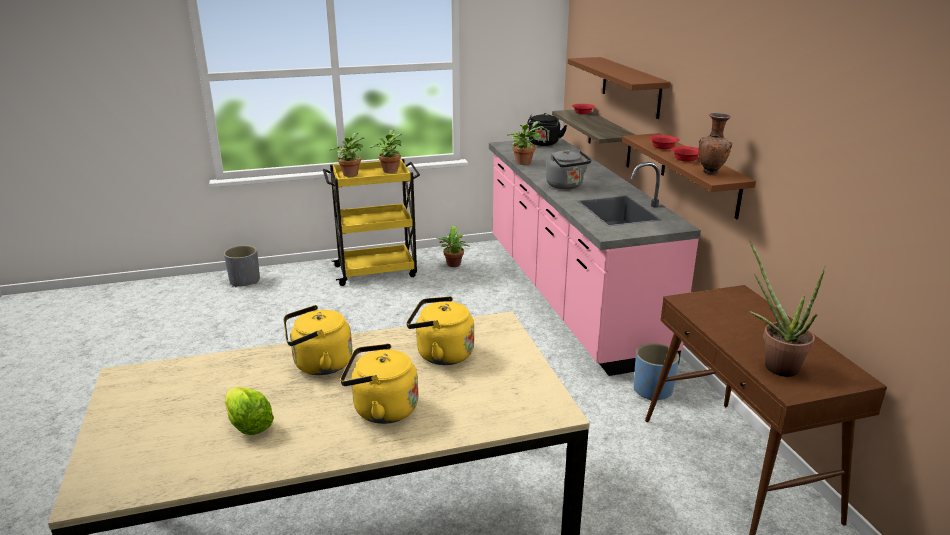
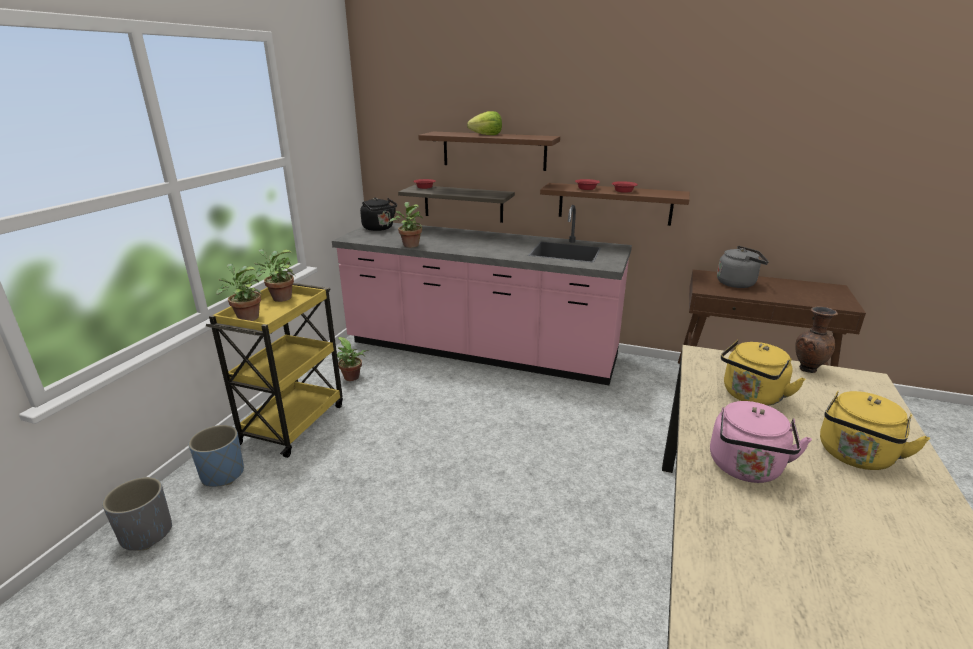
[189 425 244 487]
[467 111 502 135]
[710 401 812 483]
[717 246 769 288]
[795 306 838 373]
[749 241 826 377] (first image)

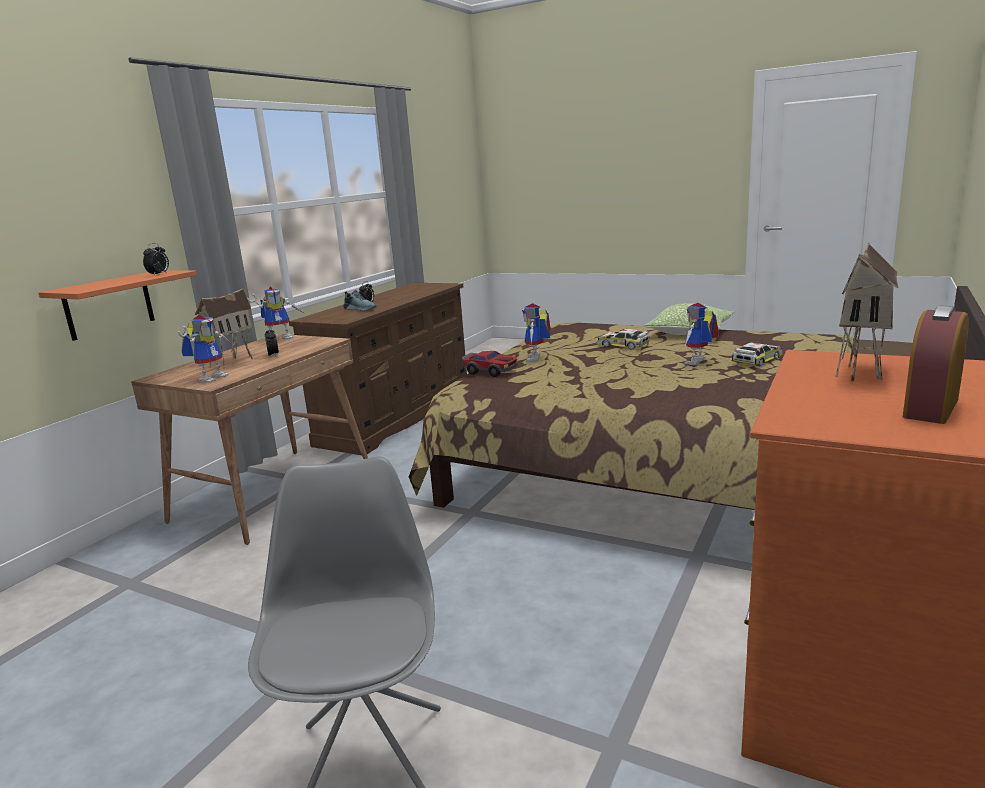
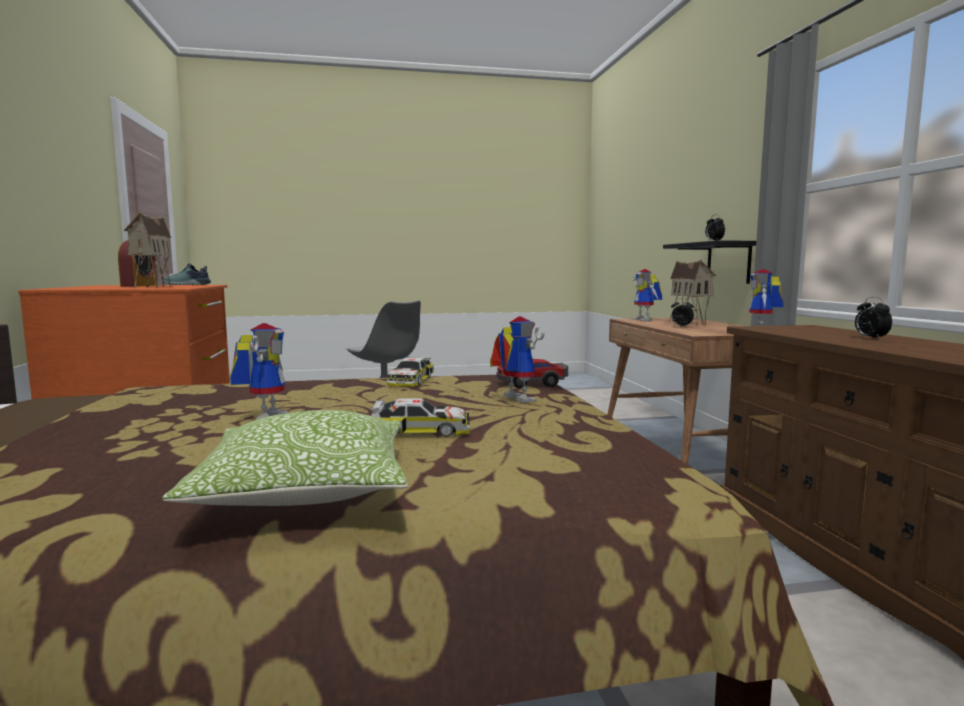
[163 263 211 285]
[387 357 434 387]
[663 240 756 284]

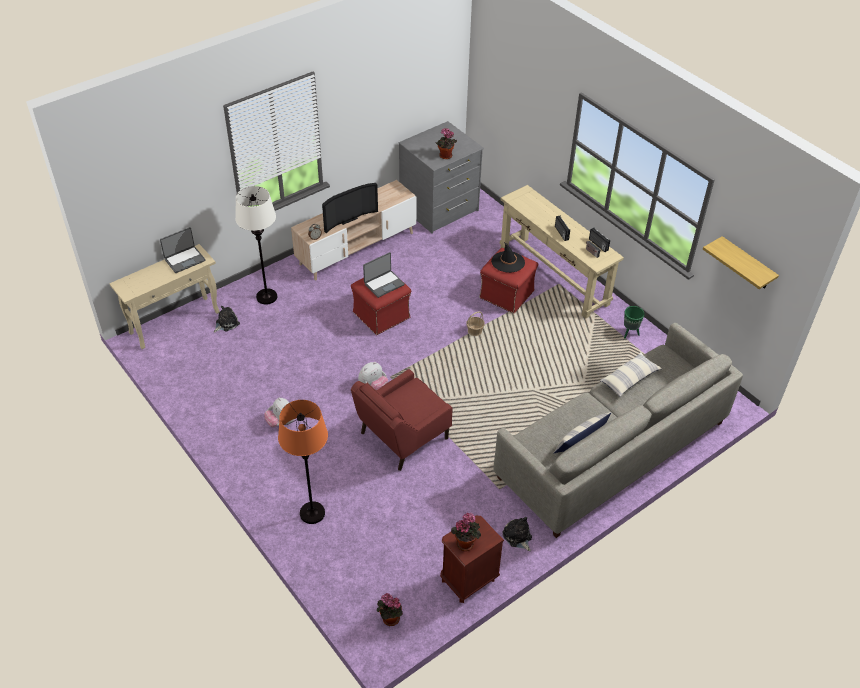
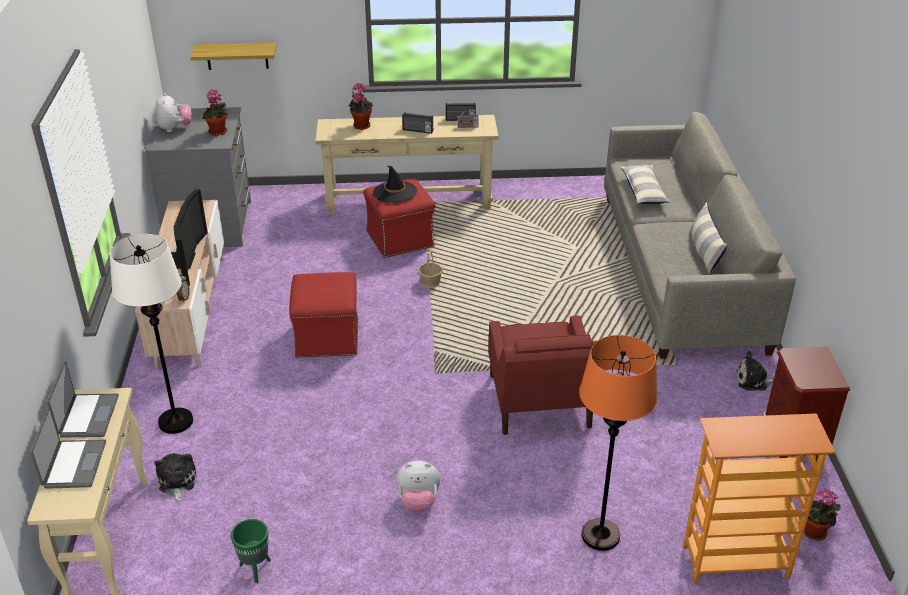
[30 407 106 489]
[156 93 192 132]
[190 42 277 70]
[231 519 271 583]
[349 83 373 130]
[683 413 835 584]

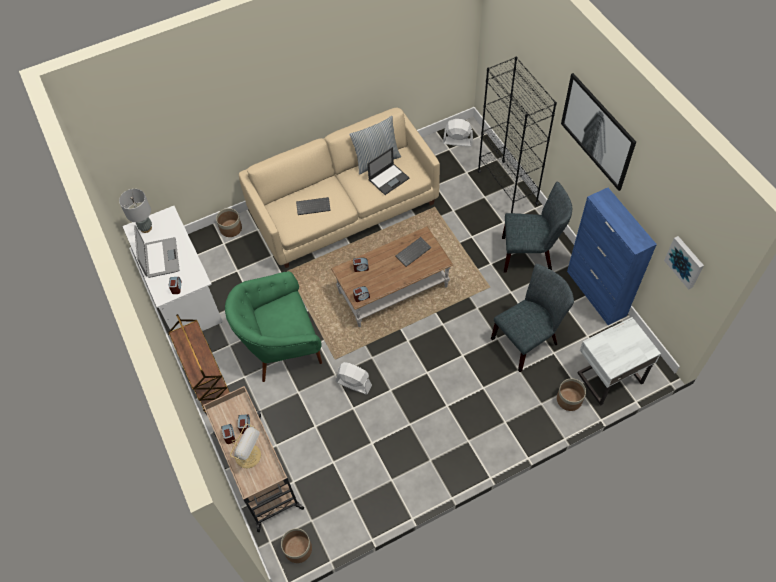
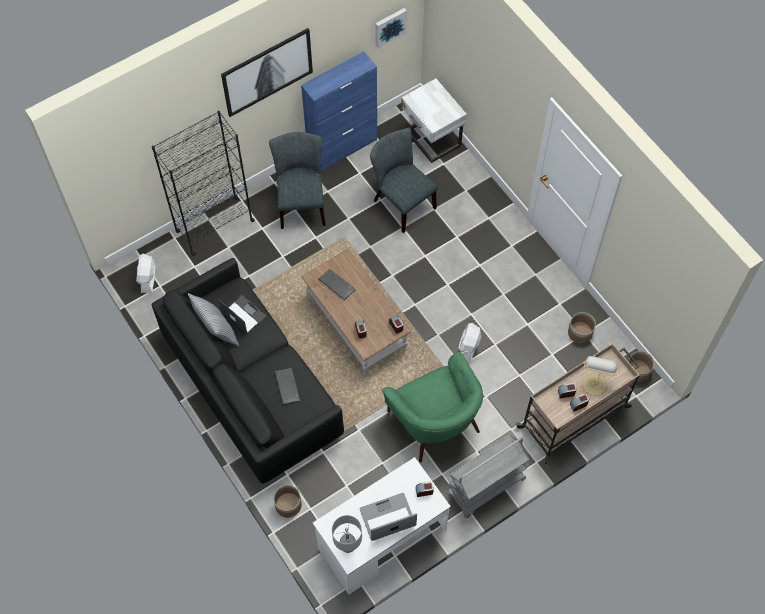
[152 258 344 484]
[447 435 530 519]
[568 312 596 344]

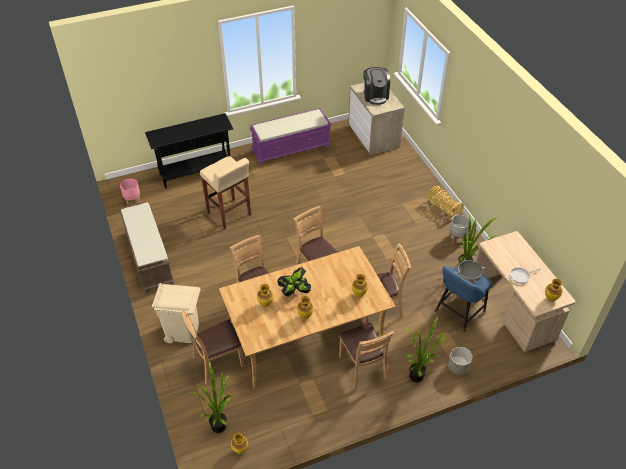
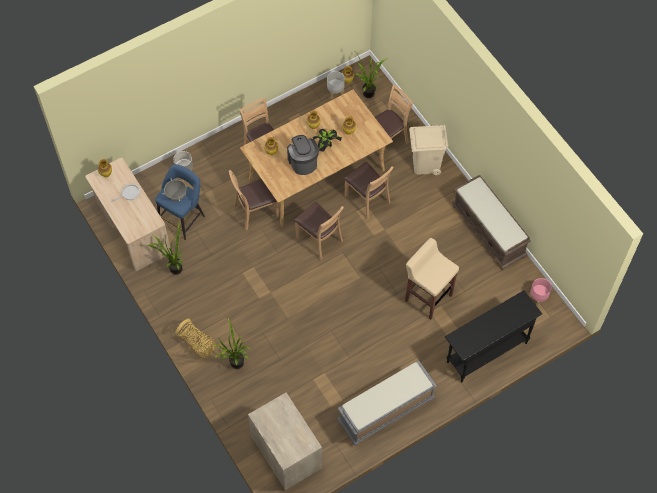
[213 317 251 369]
[287 135 319 175]
[327 71 345 99]
[338 361 437 445]

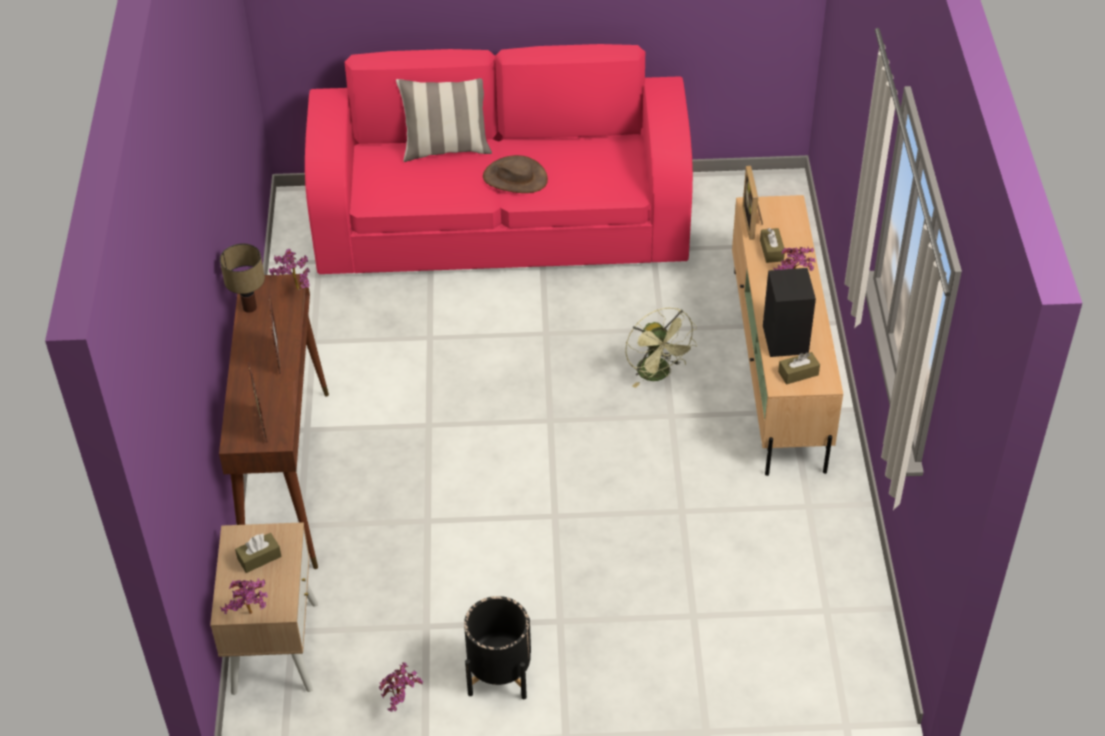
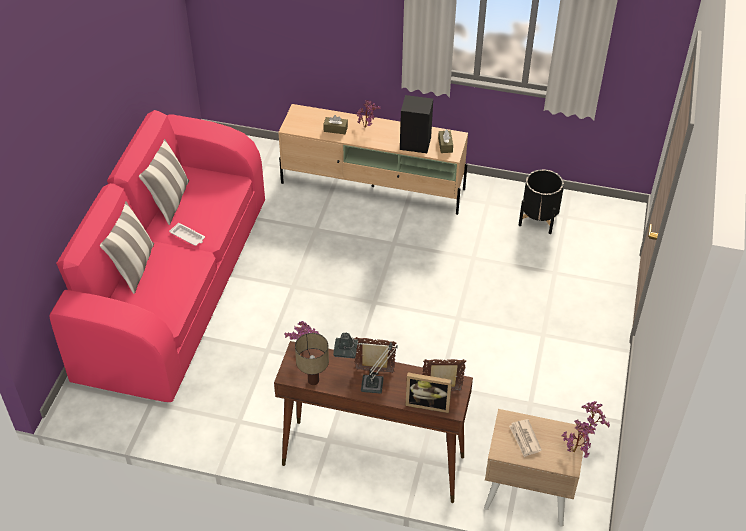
[139 139 189 225]
[169 223 205 246]
[333 333 398 394]
[406 372 452 413]
[509 419 542 457]
[519 169 564 234]
[625 308 697 388] (first image)

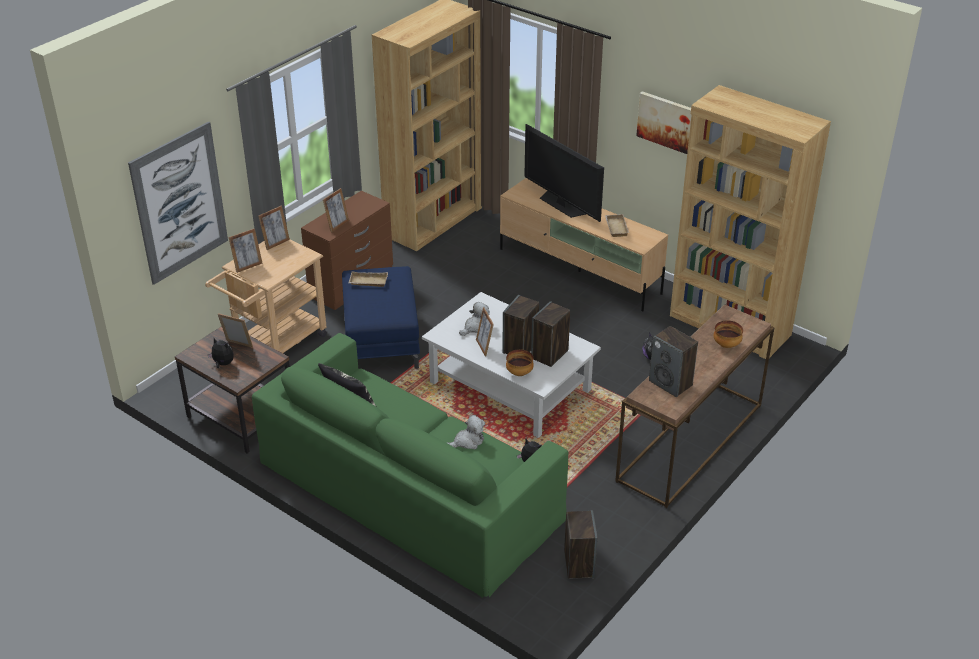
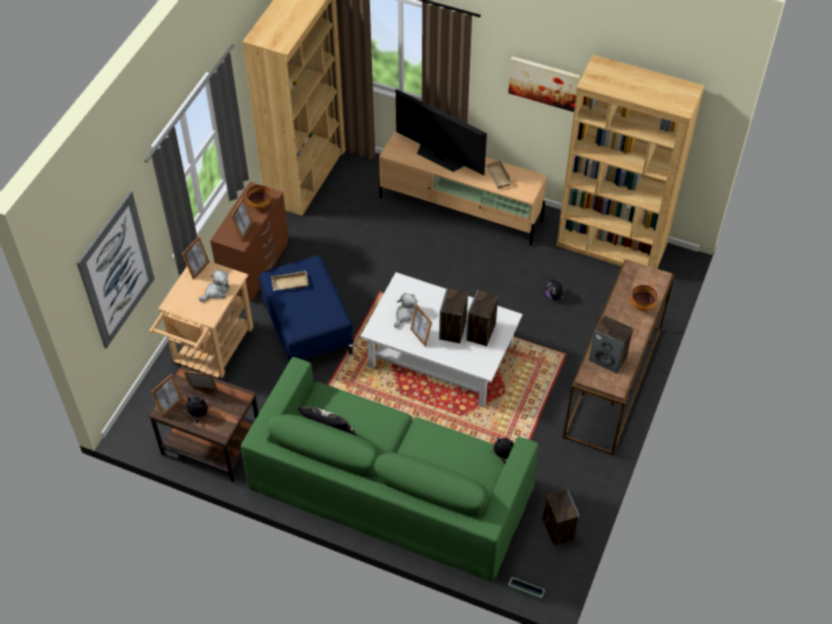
[151 374 183 417]
[199 269 230 302]
[247 185 271 209]
[509 577 545 599]

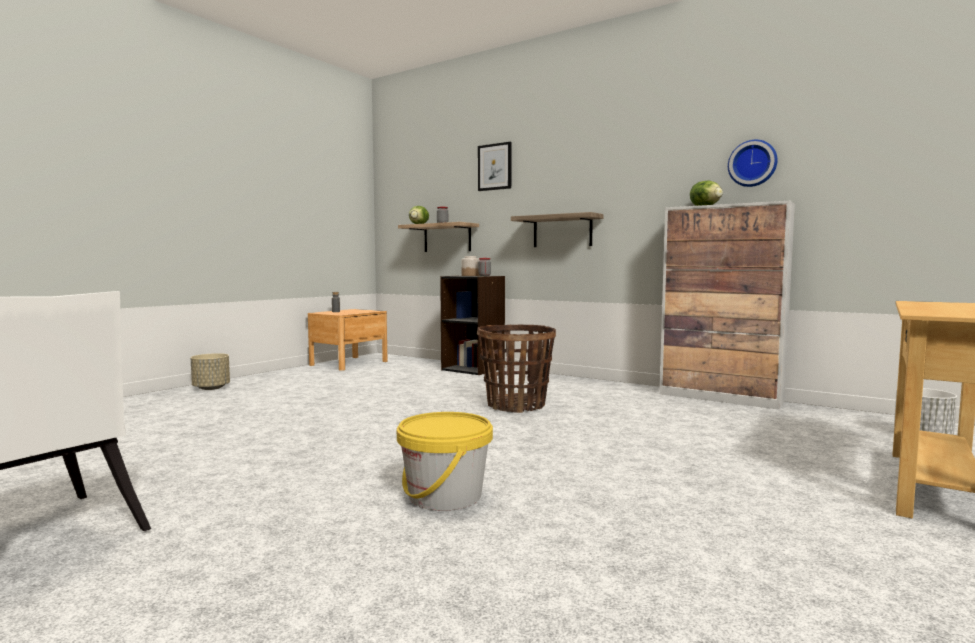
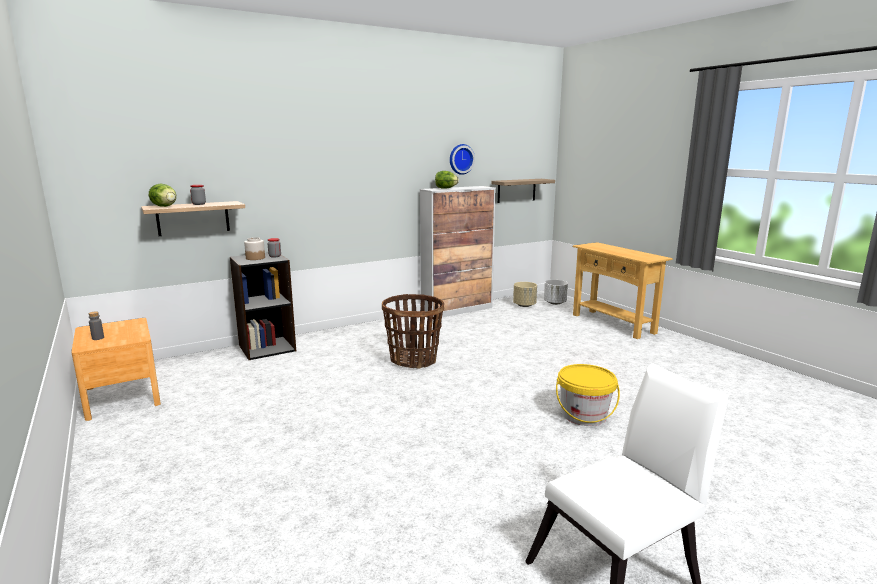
[491 179 555 203]
[513 282 537 307]
[478 142 512 191] (first image)

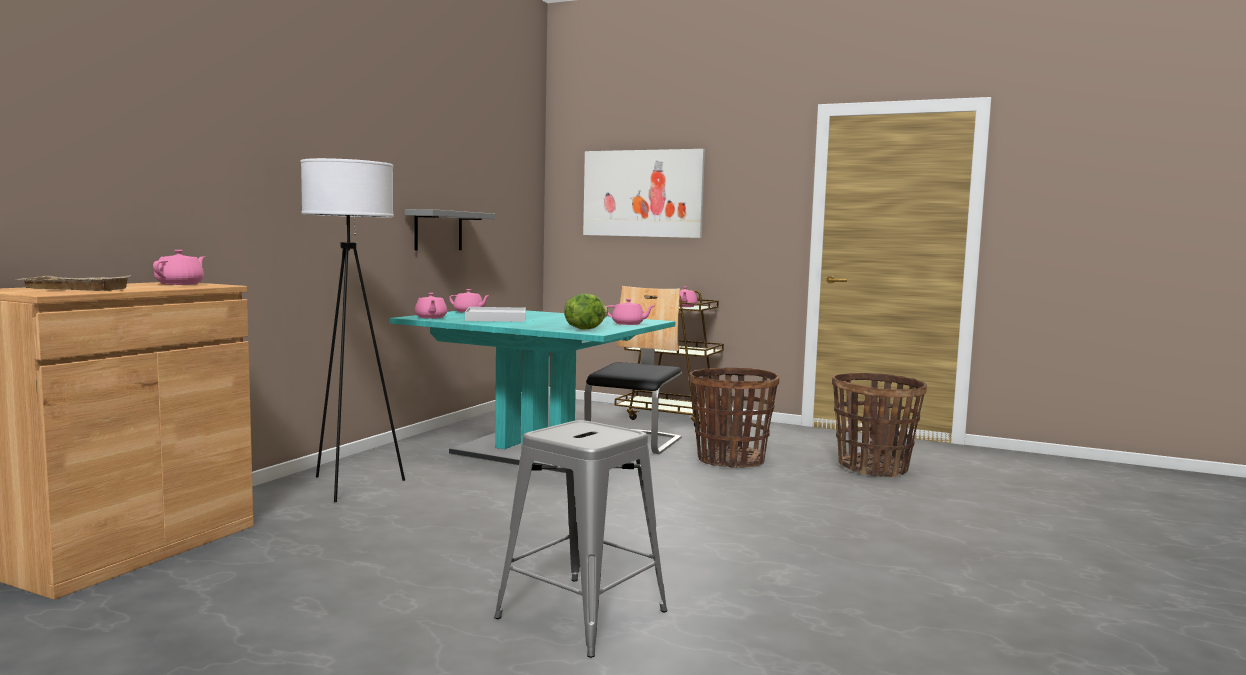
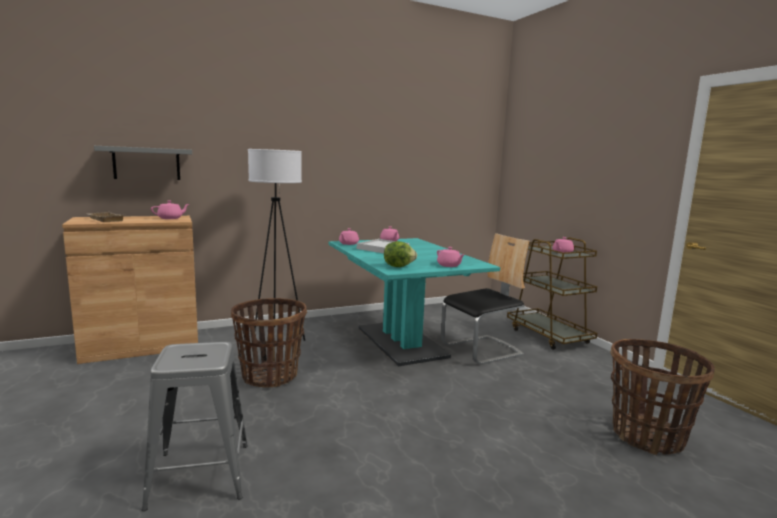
[94 146 192 180]
[231 298 307 388]
[583 149 705 238] (first image)

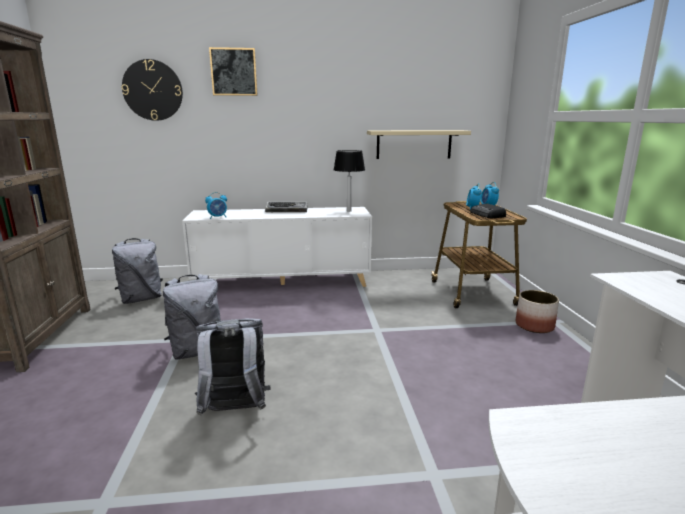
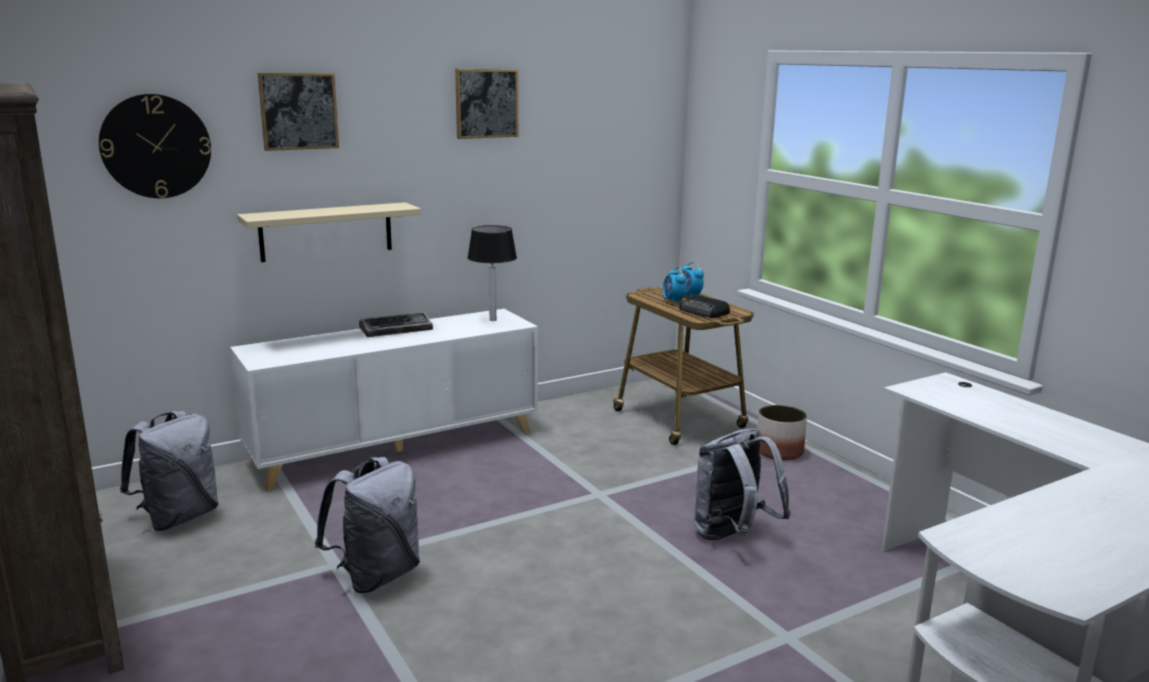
[237 202 421 262]
[455 69 518 139]
[694 429 791 540]
[205 192 227 219] (first image)

